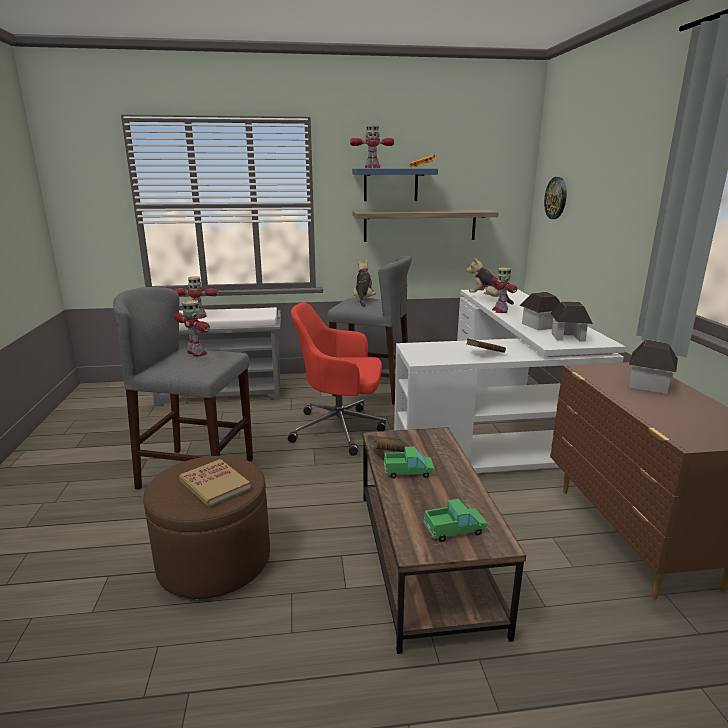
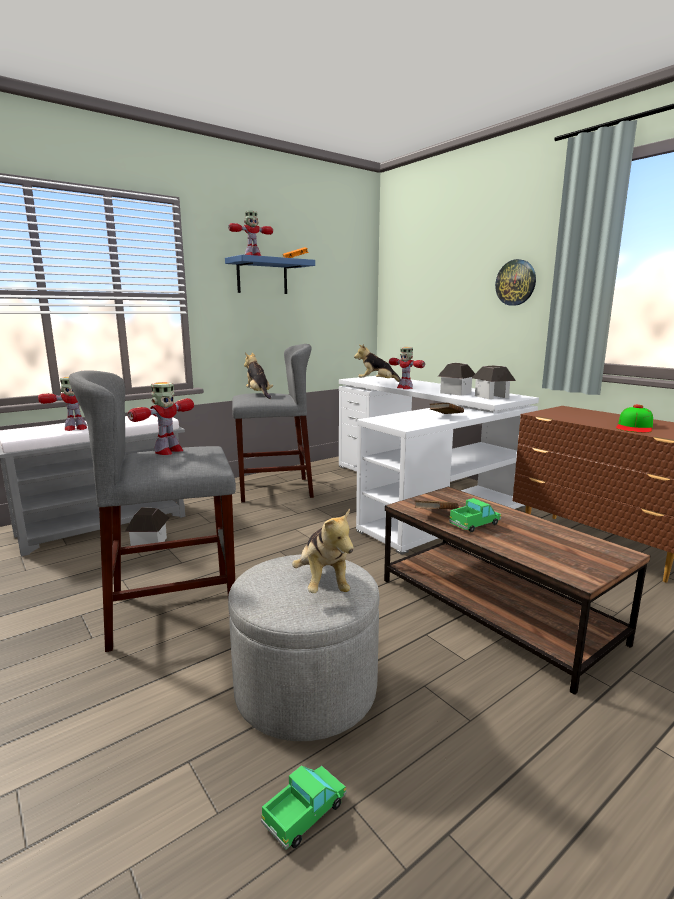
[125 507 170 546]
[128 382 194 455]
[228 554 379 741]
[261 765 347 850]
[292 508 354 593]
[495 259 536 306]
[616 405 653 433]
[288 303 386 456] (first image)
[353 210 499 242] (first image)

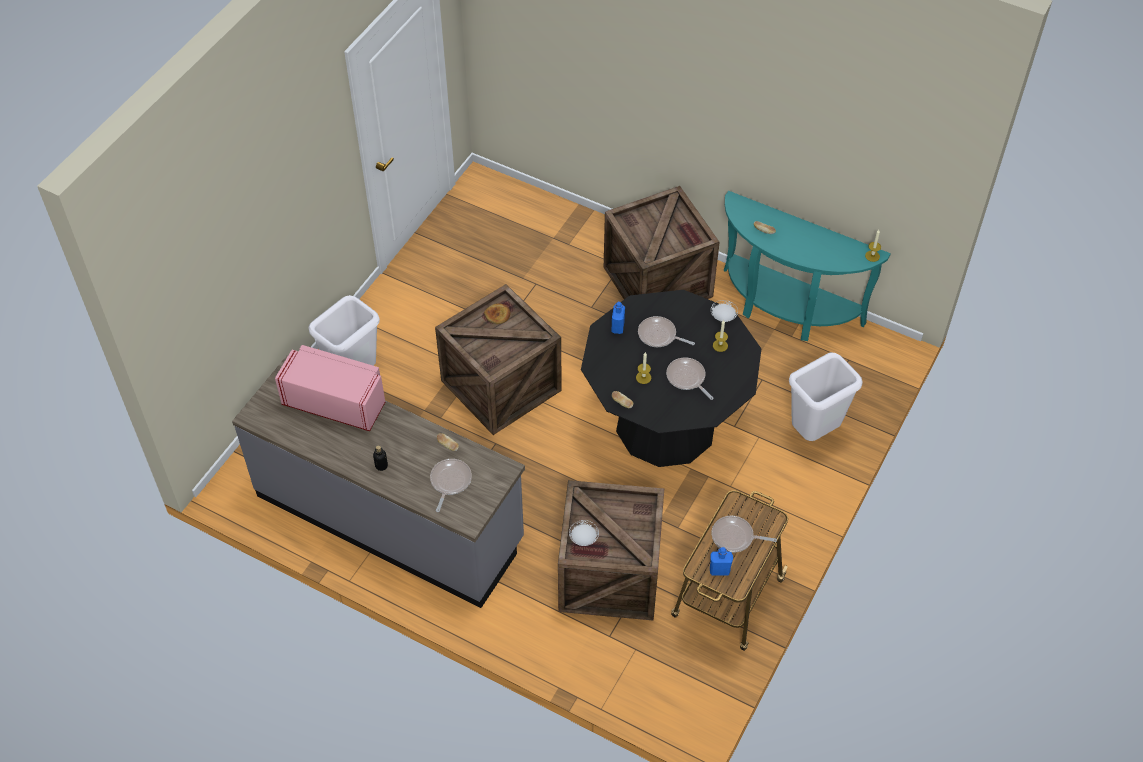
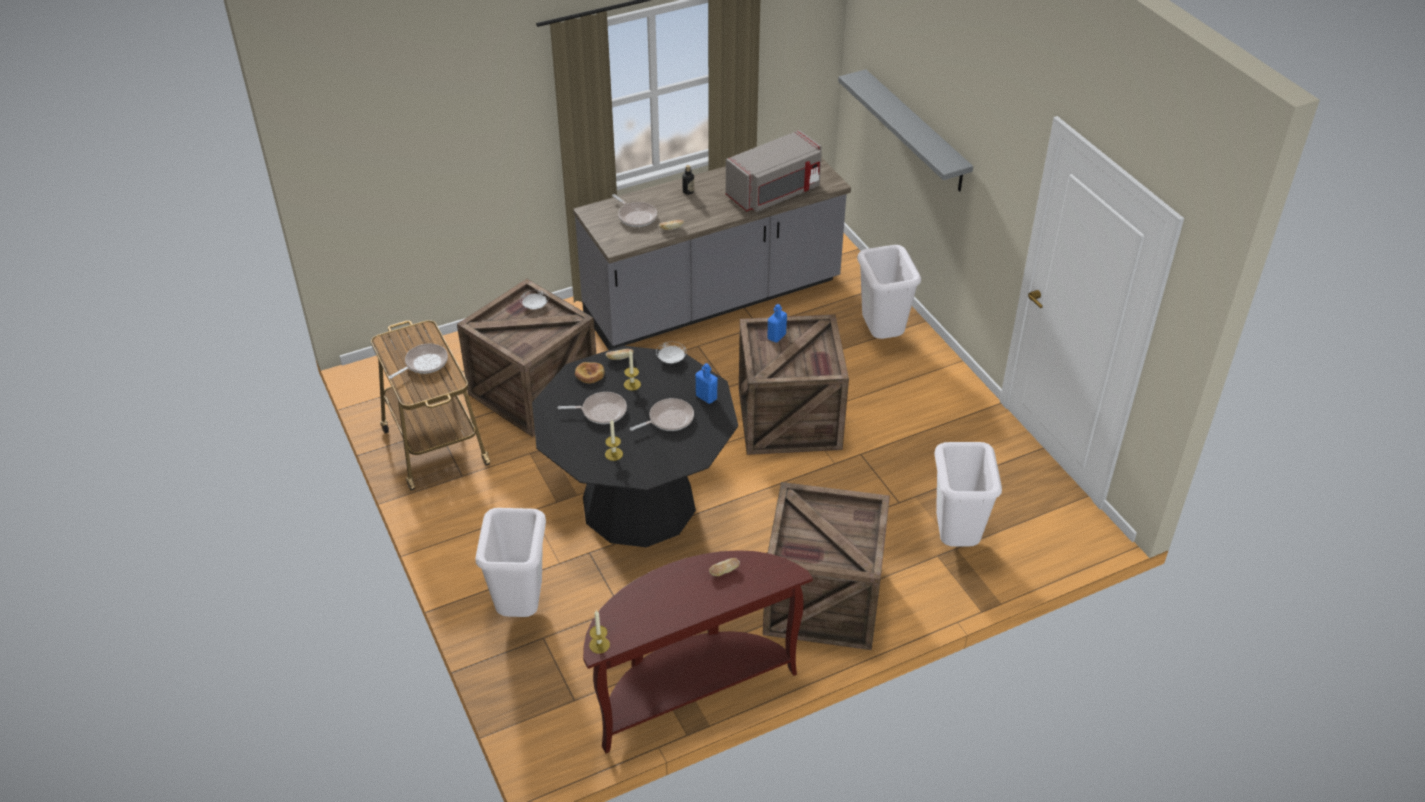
[575 362 605 384]
[583 550 813 754]
[656 342 687 363]
[726 130 822 212]
[767 304 787 343]
[838 69 973 192]
[935 442 1002 547]

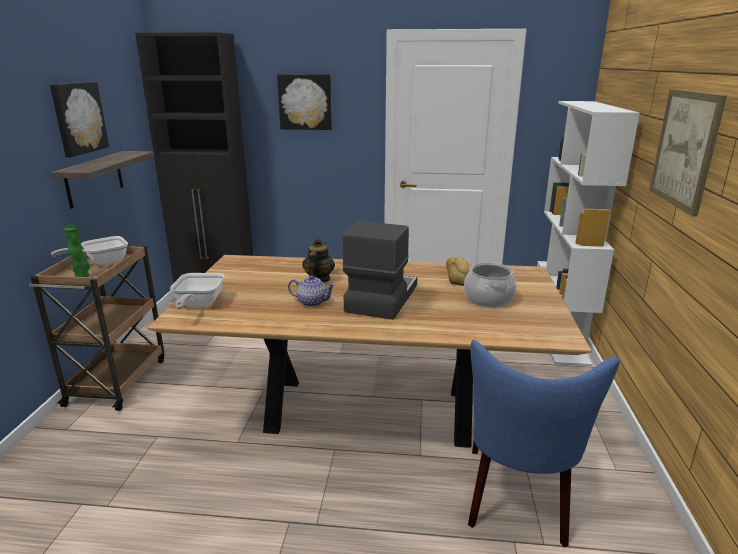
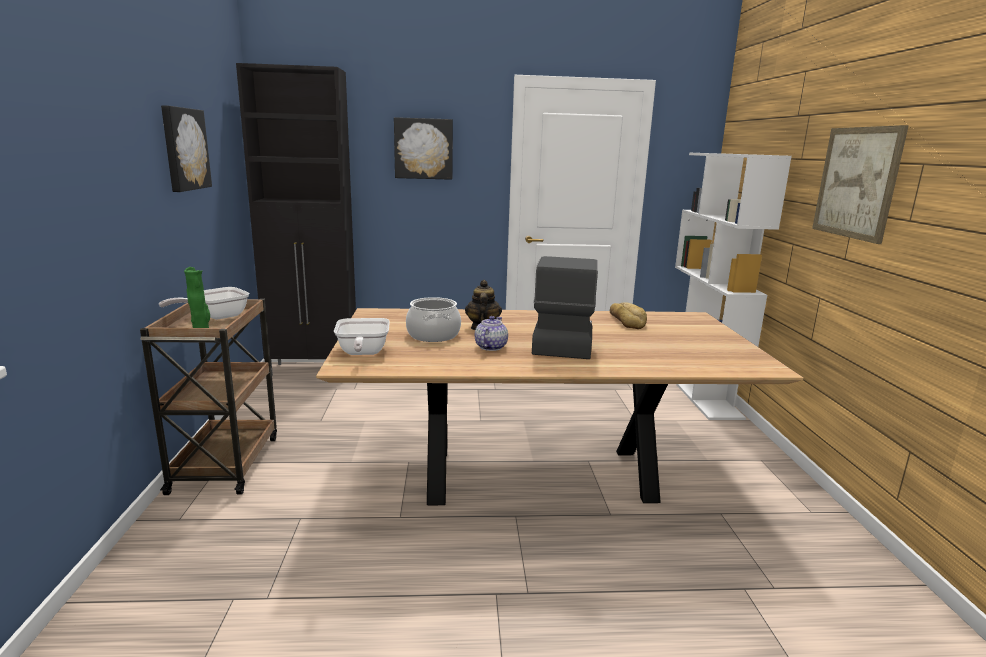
[406 297 461 342]
[475 316 508 351]
[52 151 155 209] (first image)
[468 340 620 547] (first image)

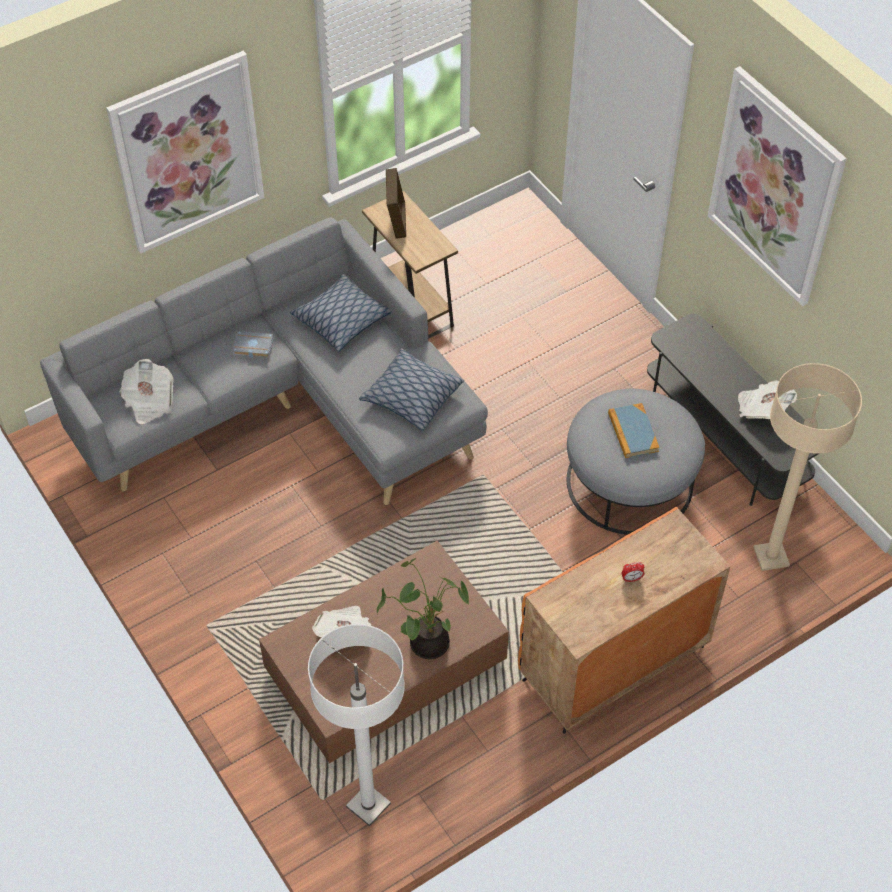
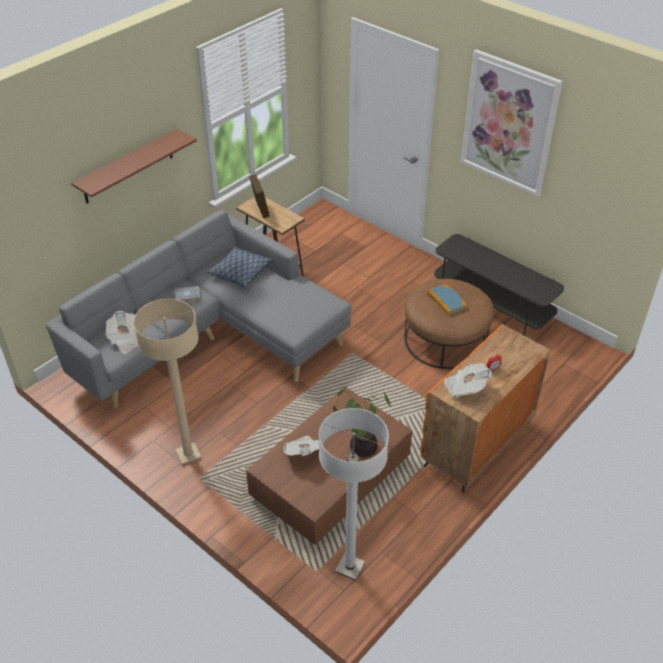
[71 129 197 204]
[133 299 201 465]
[404 279 494 369]
[444 363 492 397]
[359 348 464 431] (first image)

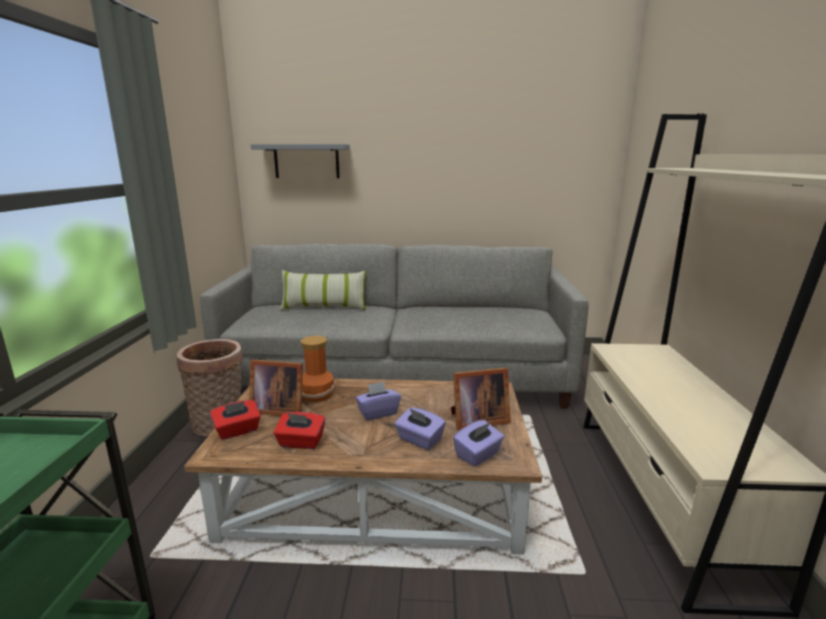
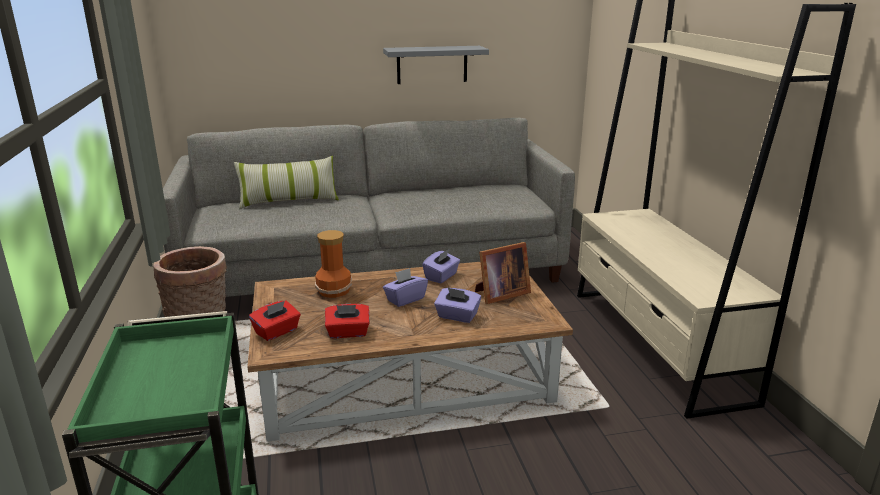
[383 46 489 84]
[422 249 460 283]
[249 359 303 416] (first image)

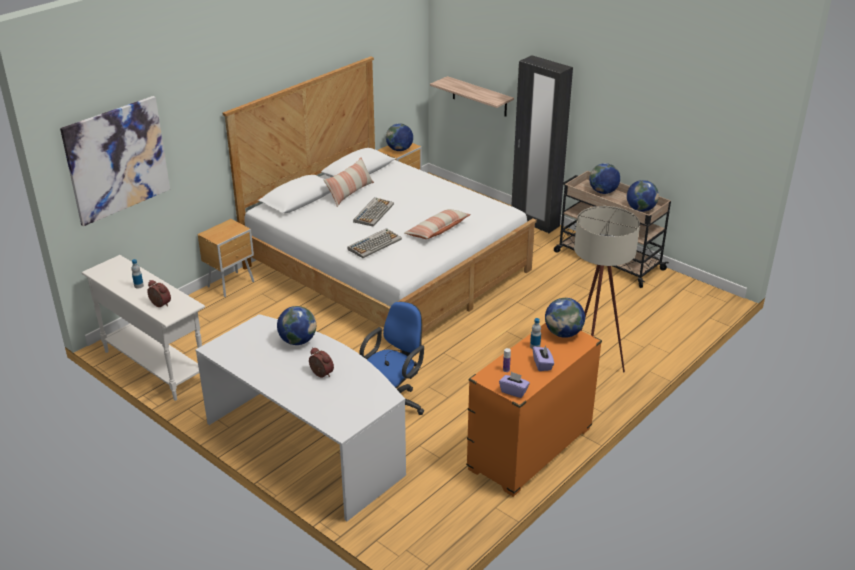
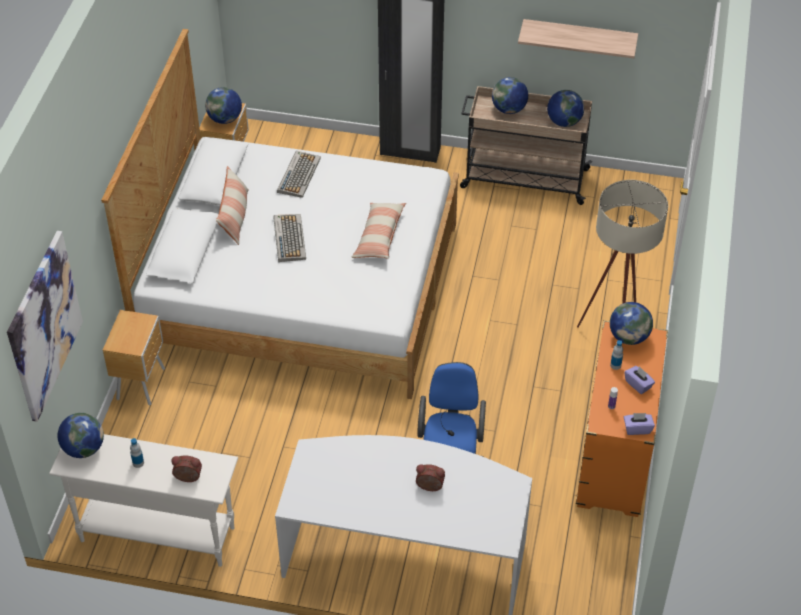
[58 413 104 458]
[277 151 321 198]
[518 19 638 58]

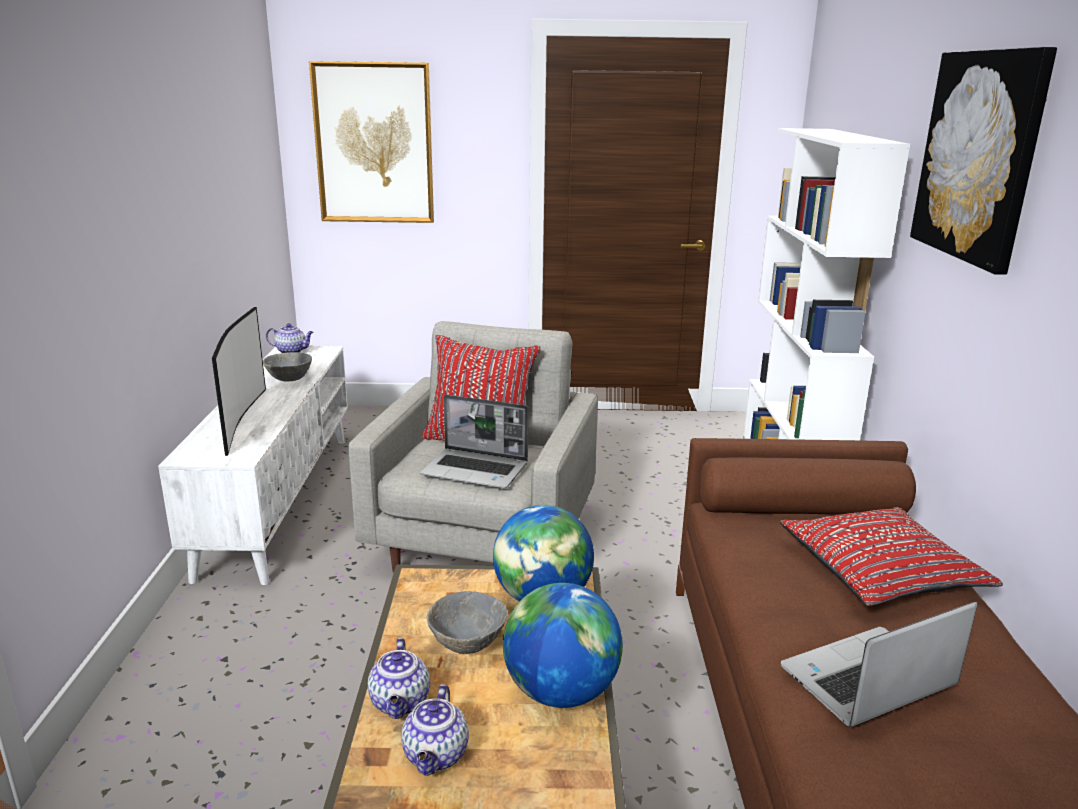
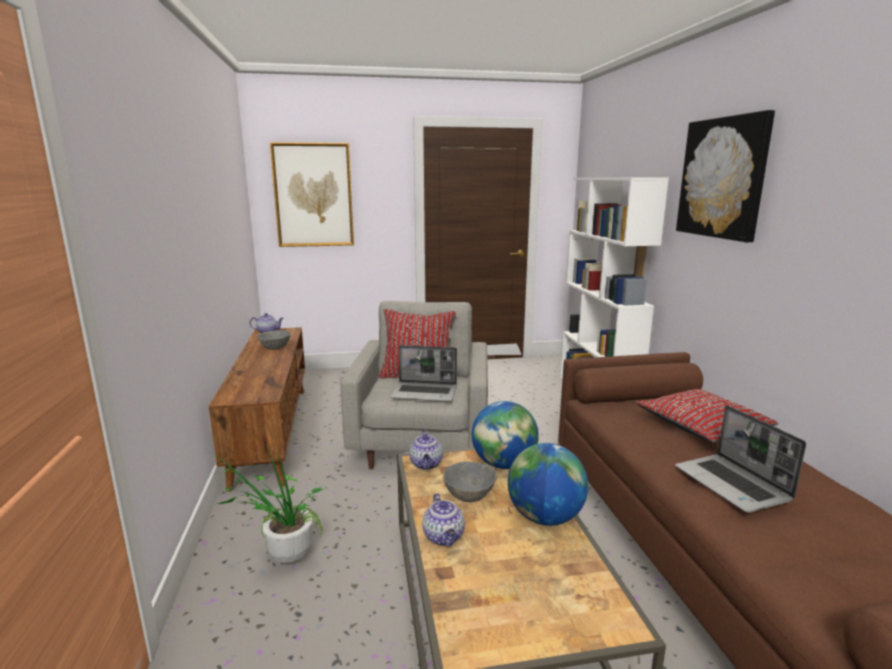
[209 327 305 492]
[214 447 323 563]
[409 430 443 470]
[675 405 806 513]
[212 307 266 456] (first image)

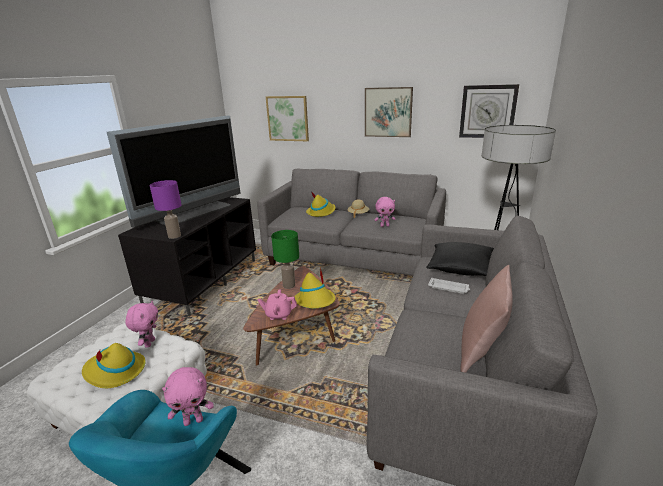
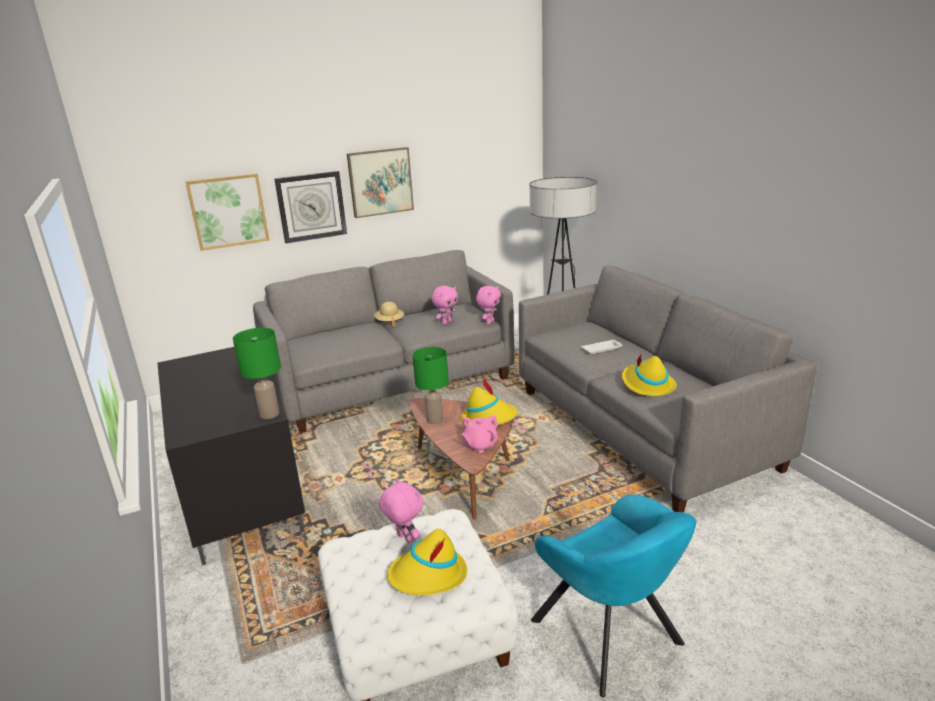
[233 328 281 419]
[274 171 347 243]
[476 286 501 324]
[622 355 677 396]
[107 116 241 228] (first image)
[426 242 494 276] (first image)
[460 265 513 373] (first image)

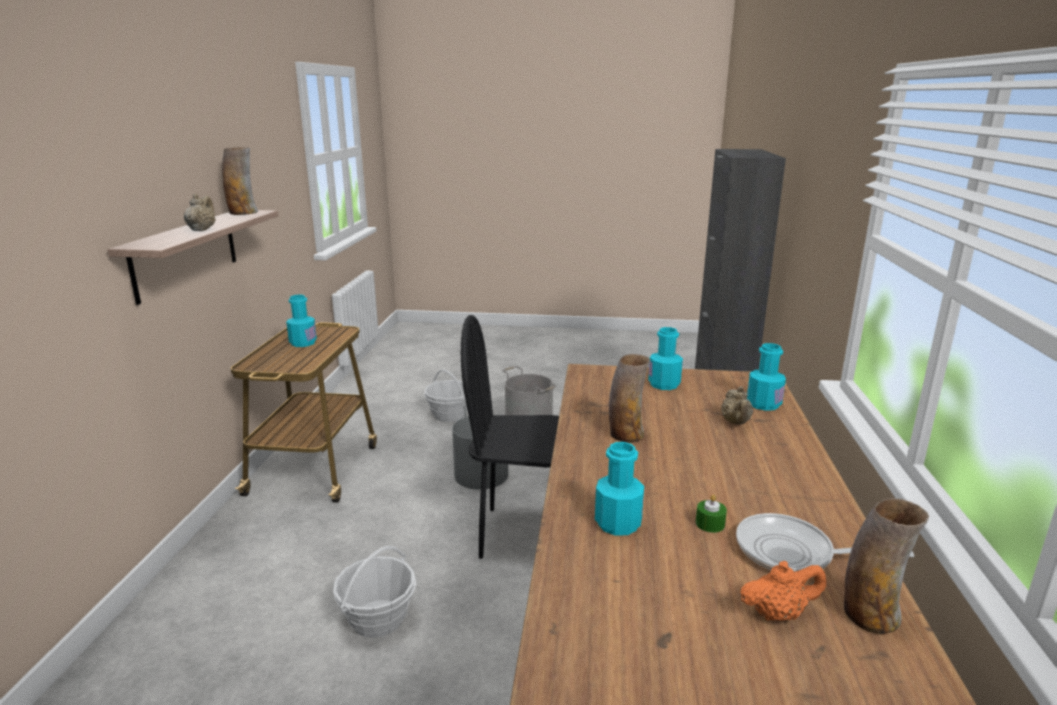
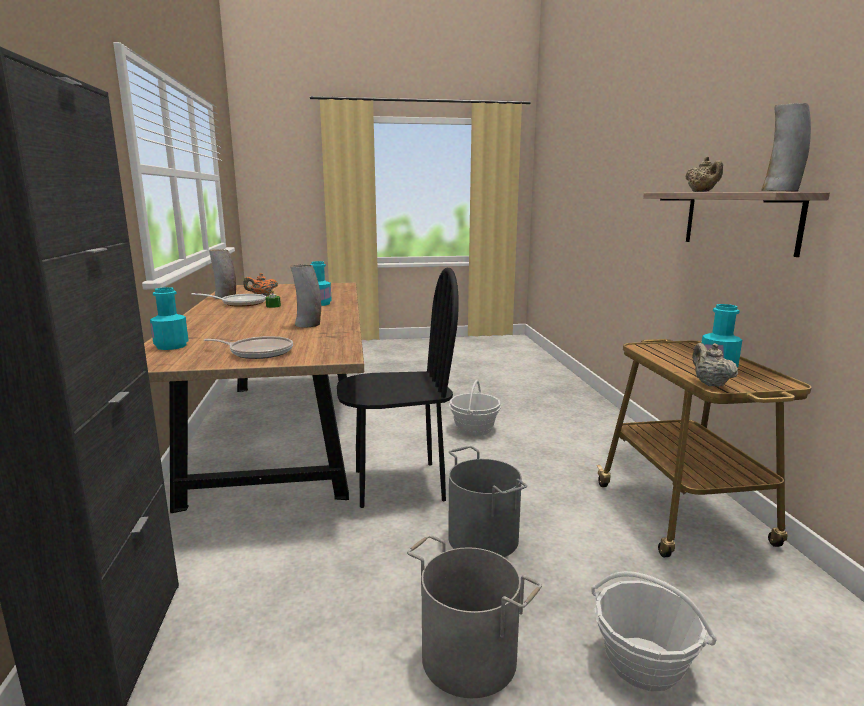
[204 336 293 359]
[692 343 738 387]

